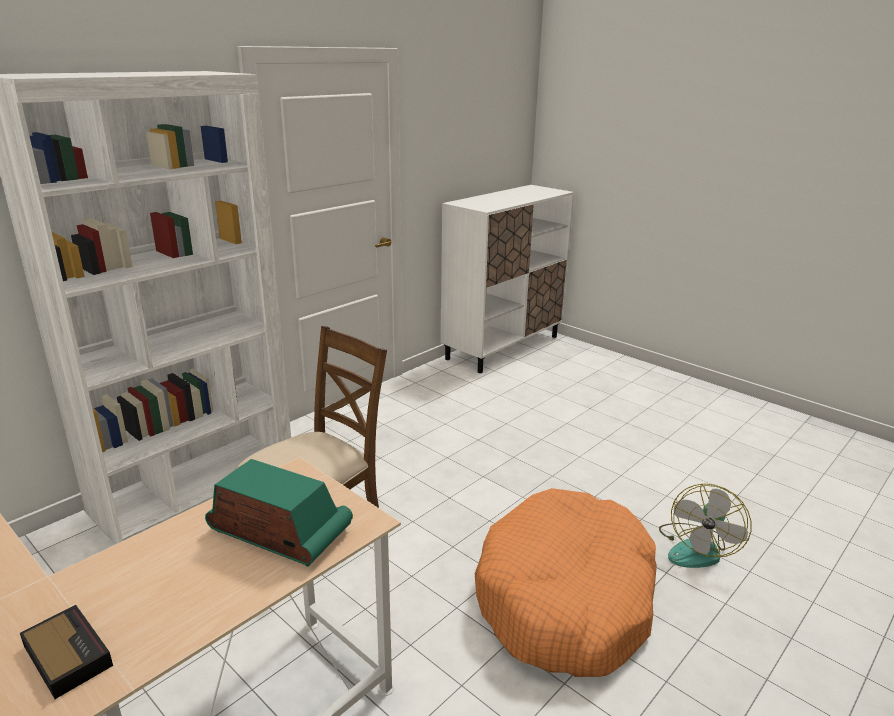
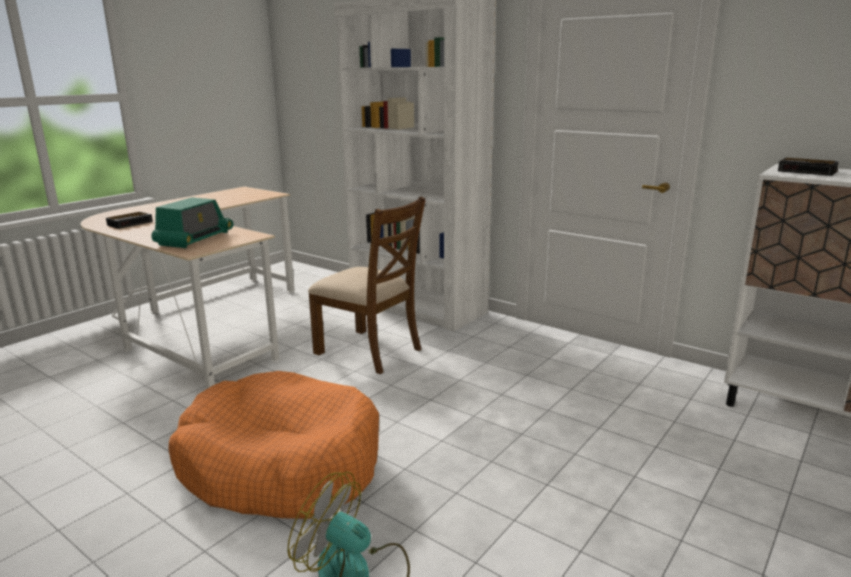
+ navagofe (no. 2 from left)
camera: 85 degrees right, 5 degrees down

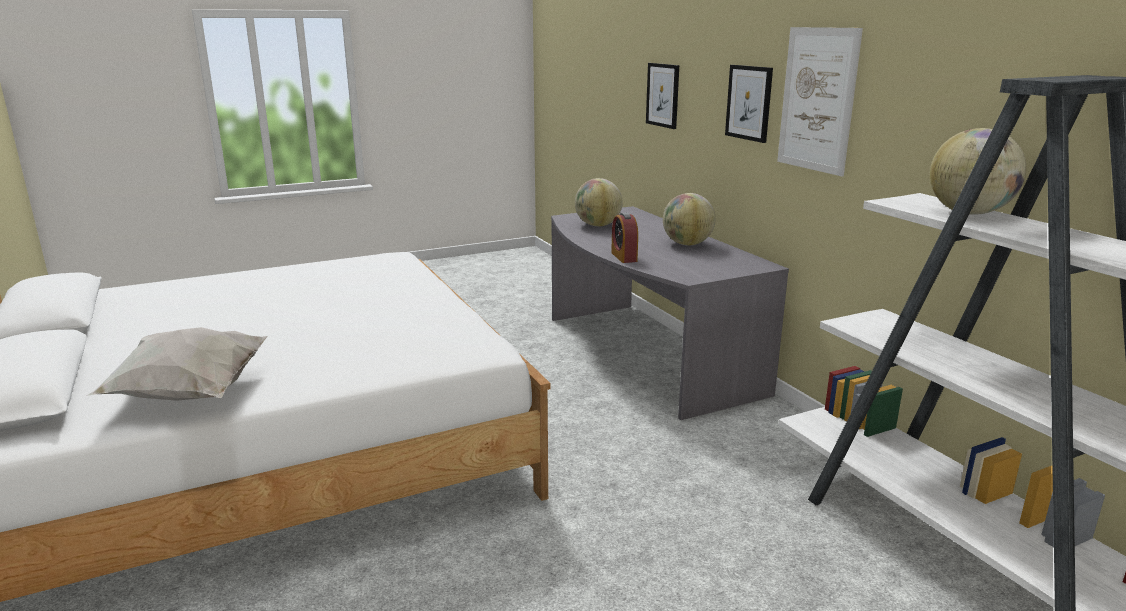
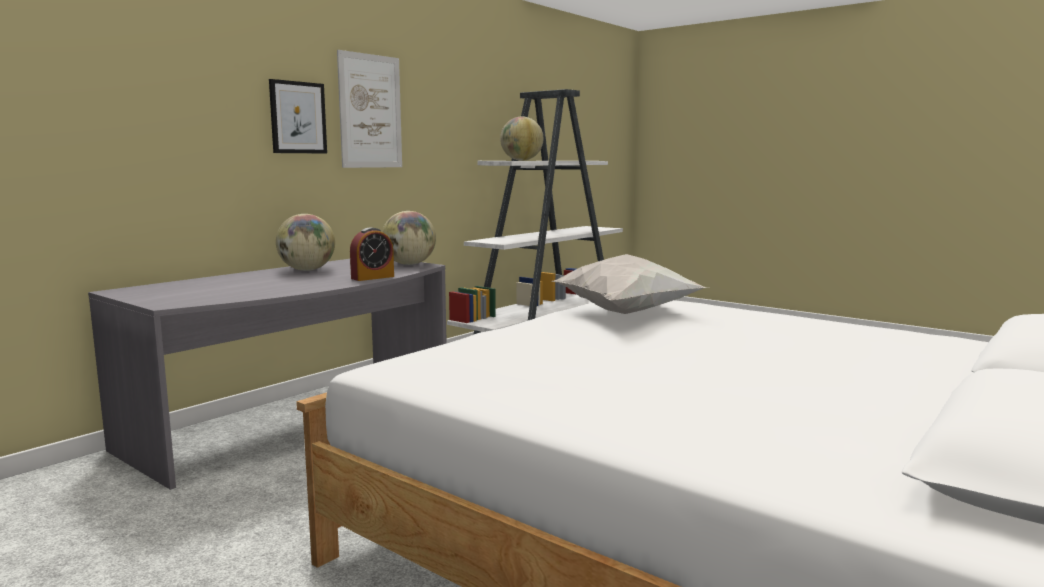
- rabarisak (no. 1 from left)
~ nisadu (no. 1 from left in the first image) to nisadu (no. 2 from left)
~ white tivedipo
camera: 115 degrees left, 10 degrees down

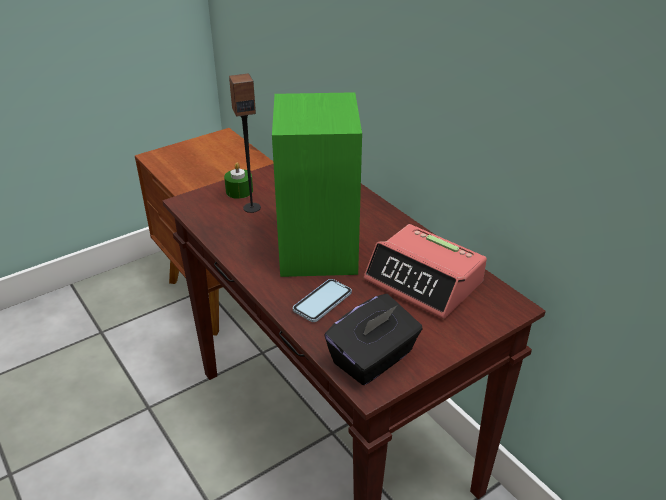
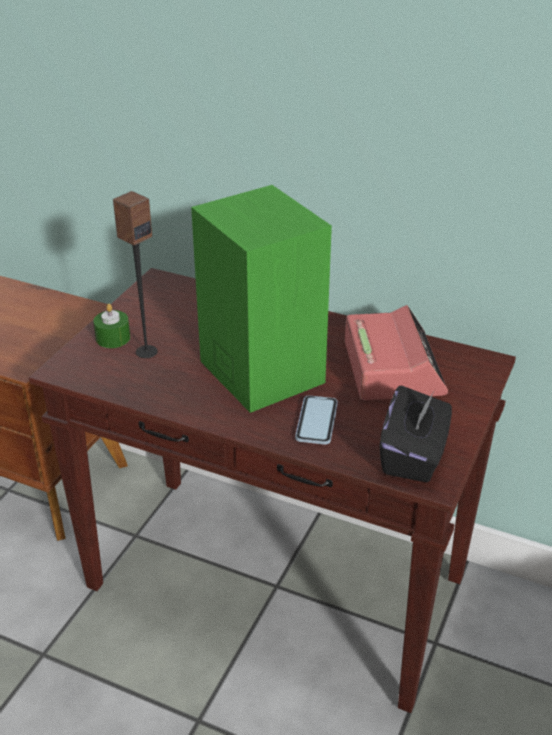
~ navagofe 105 degrees counterclockwise
camera: 30 degrees left, 0 degrees up

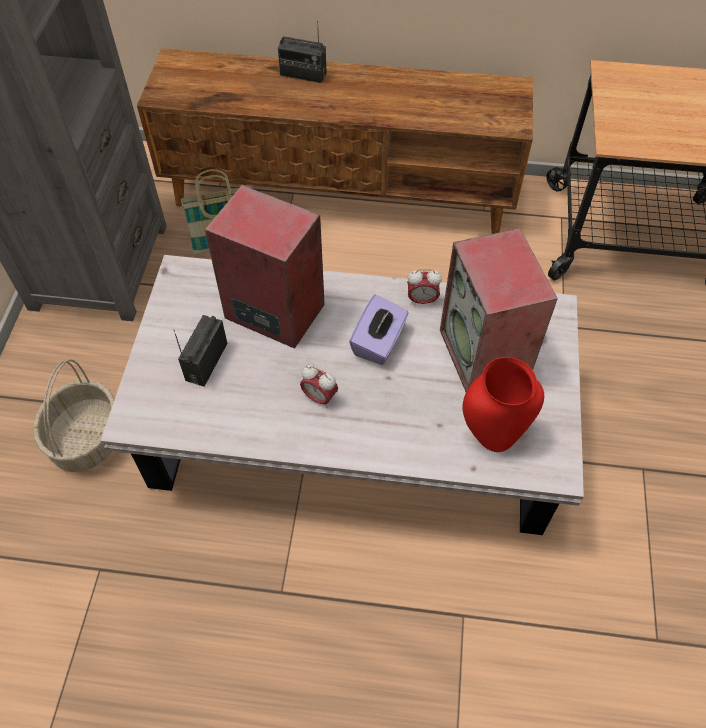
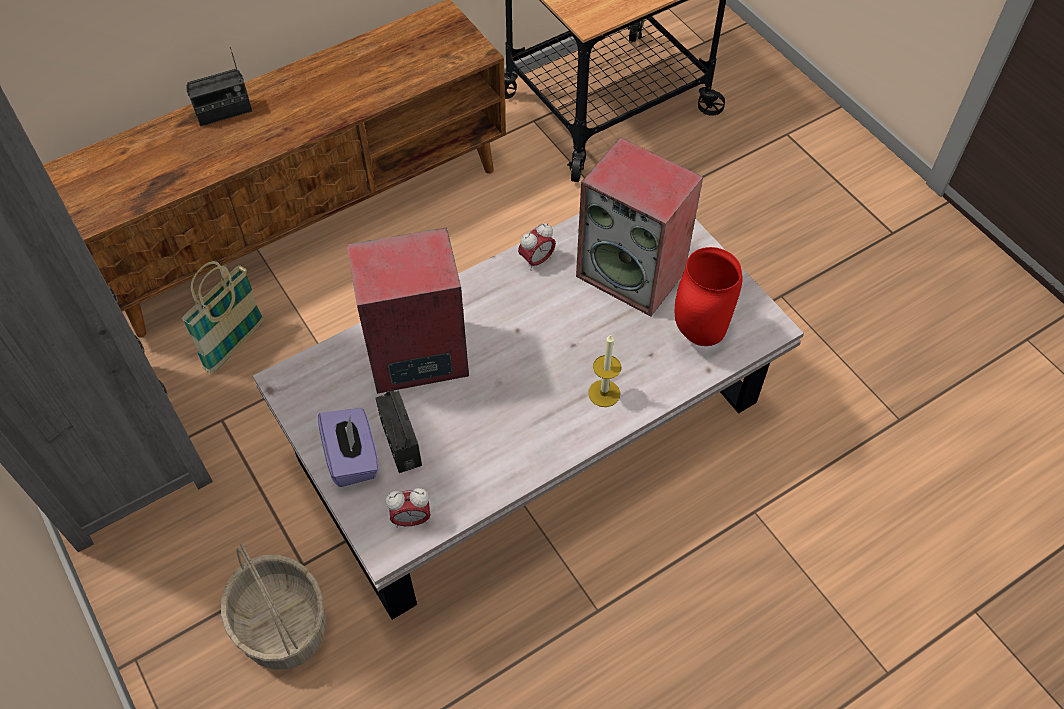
~ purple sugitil
~ navagofe (no. 1 from left)
+ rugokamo
camera: 40 degrees left, 0 degrees up

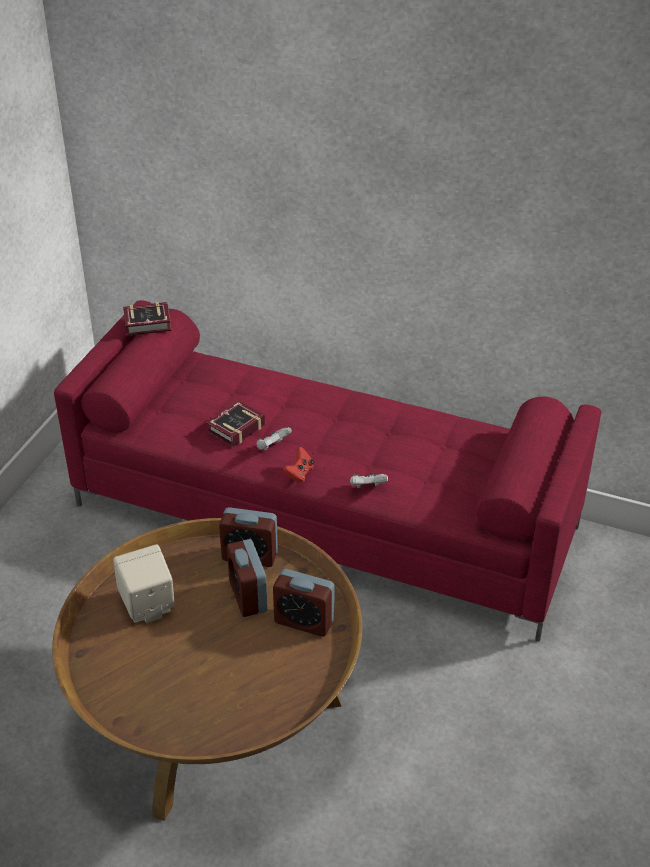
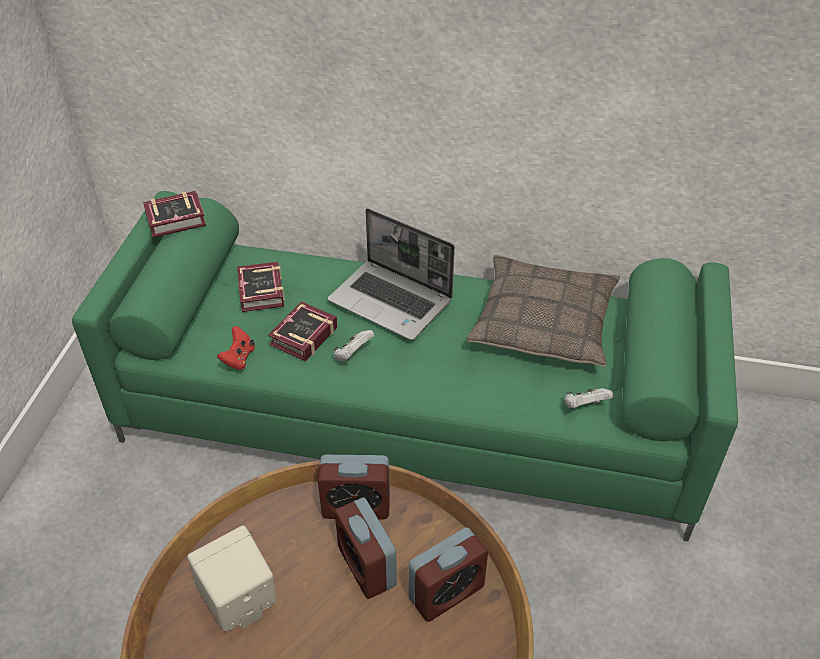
~ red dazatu to green dazatu
~ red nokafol
~ white nokafol (no. 2 from left)
~ navagofe (no. 3 from left) 45 degrees counterclockwise
+ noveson
+ tivedipo
+ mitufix (no. 2 from left)
camera: 10 degrees left, 5 degrees up

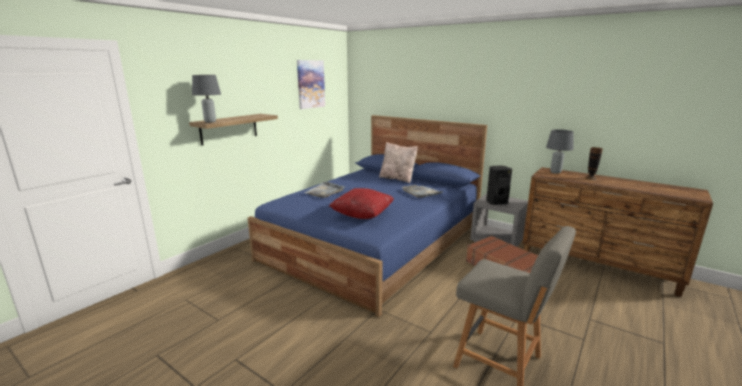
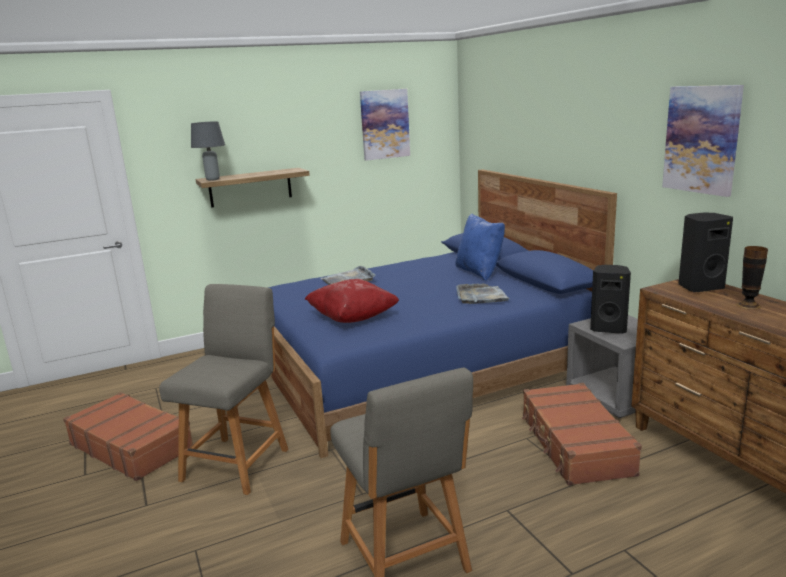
~ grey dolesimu (no. 2 from left) to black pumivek (no. 2 from left)
~ beige tivedipo to blue tivedipo
+ rabarisak (no. 2 from left)
+ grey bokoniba (no. 1 from left)
+ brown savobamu (no. 1 from left)
camera: 30 degrees right, 0 degrees up

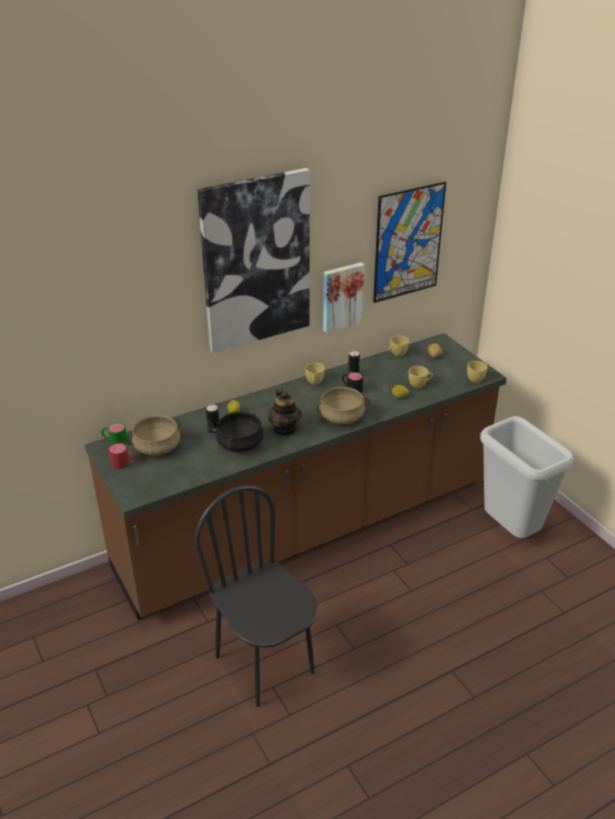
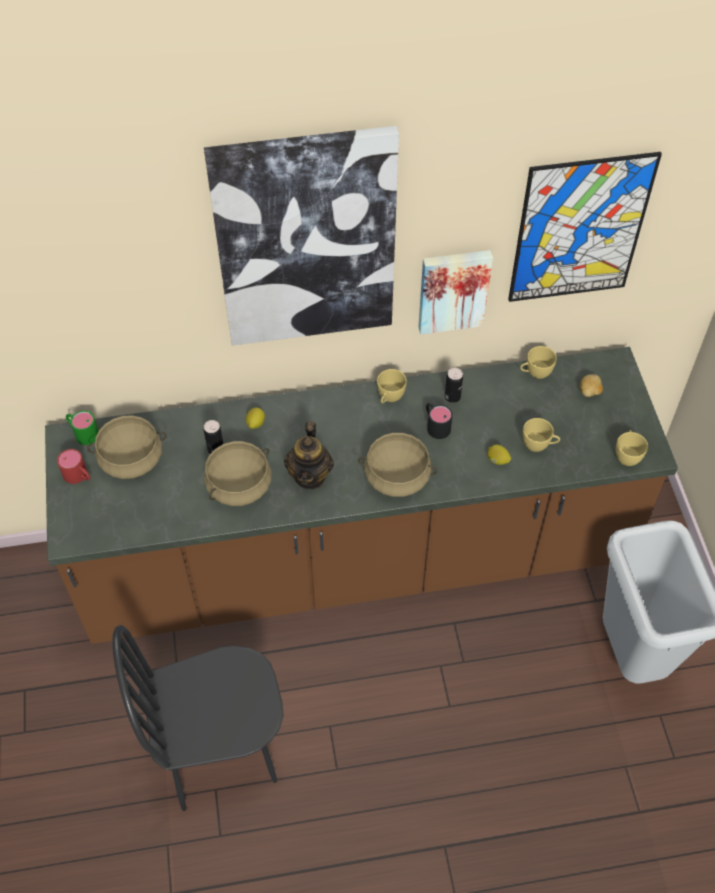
~ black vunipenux to beige vunipenux (no. 2 from left)
~ black bokoniba 90 degrees counterclockwise
camera: 20 degrees right, 20 degrees up

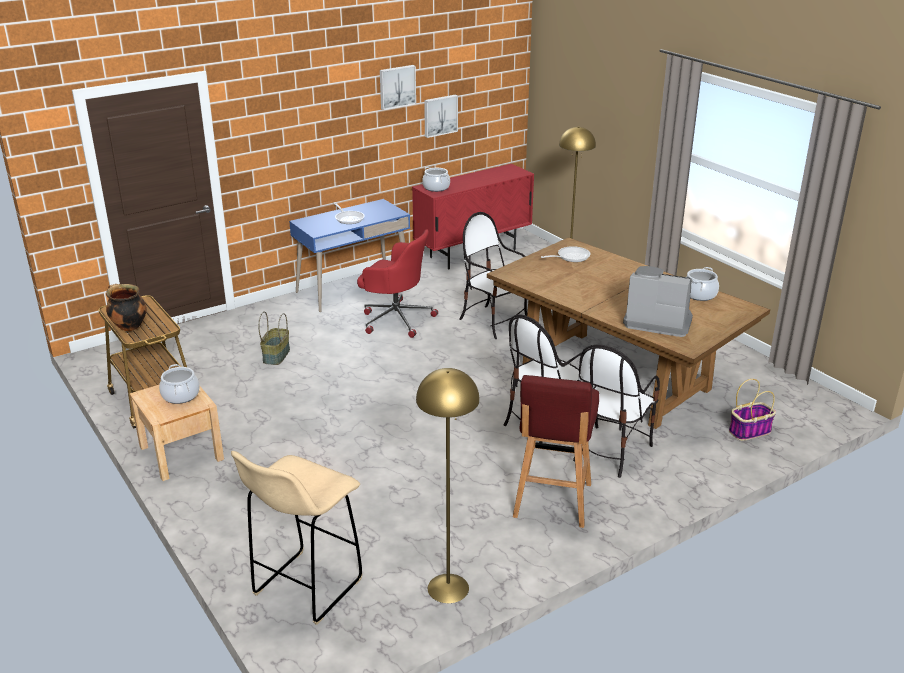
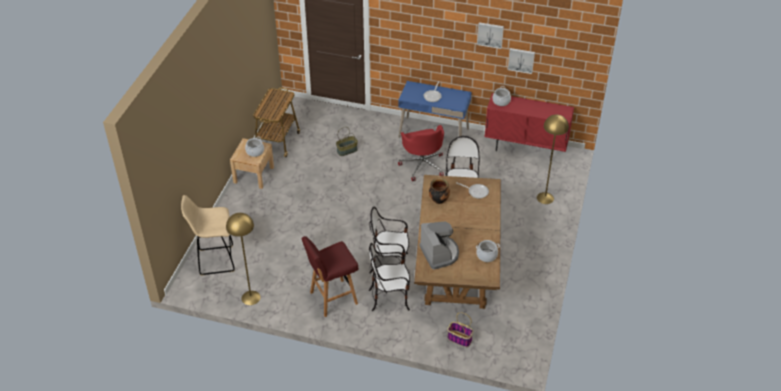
~ vunipenux (no. 1 from left in the first image) to vunipenux (no. 2 from left)
camera: 50 degrees right, 15 degrees up

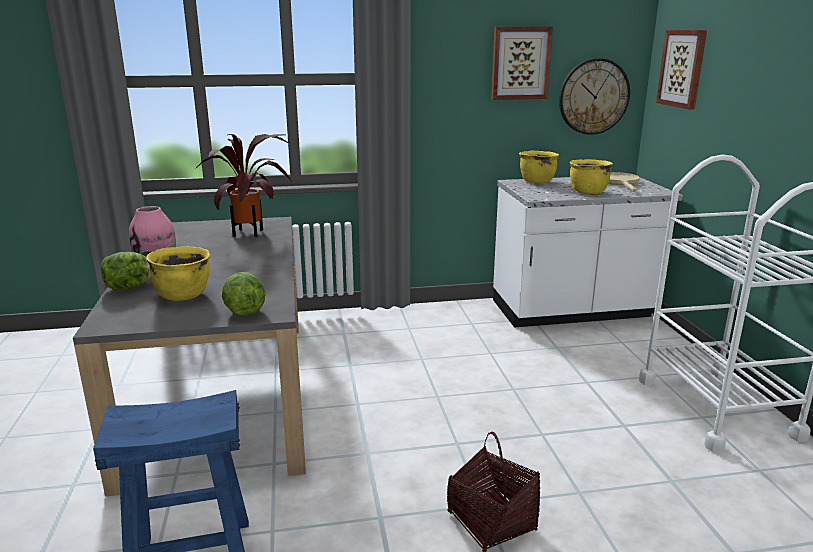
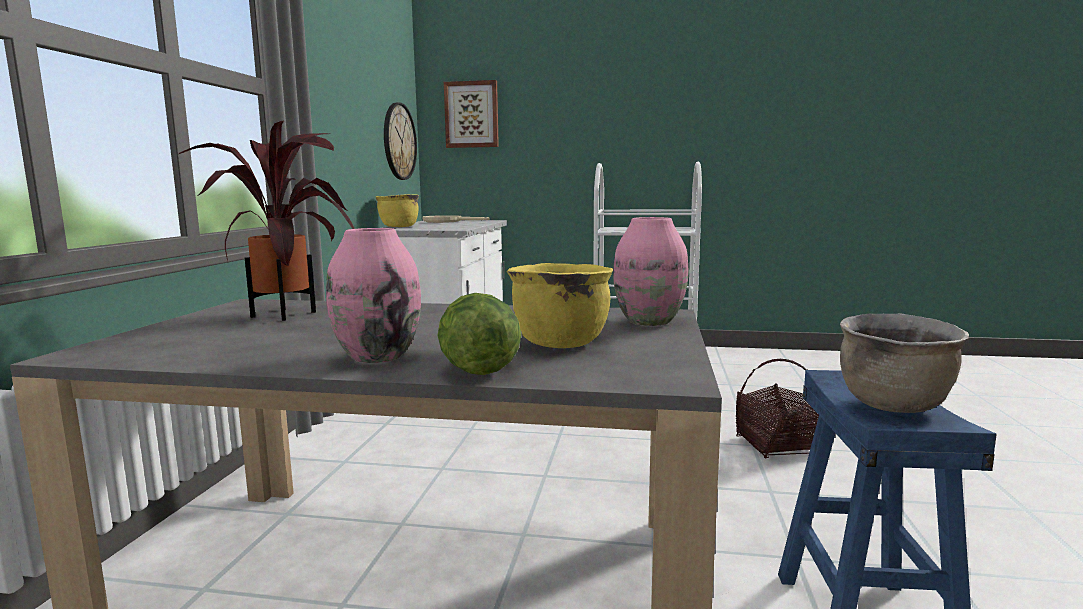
- rabarisak (no. 1 from left)
- yellow vunipenux (no. 3 from left)
~ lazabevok (no. 2 from left) to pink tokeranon (no. 2 from left)
+ brown vunipenux
camera: 70 degrees left, 10 degrees down

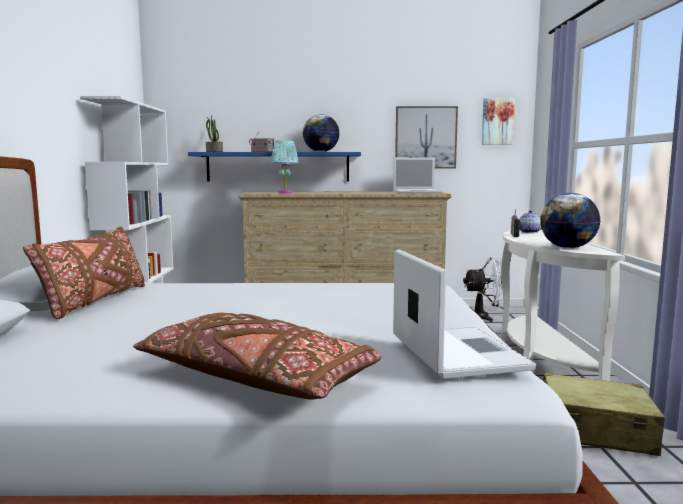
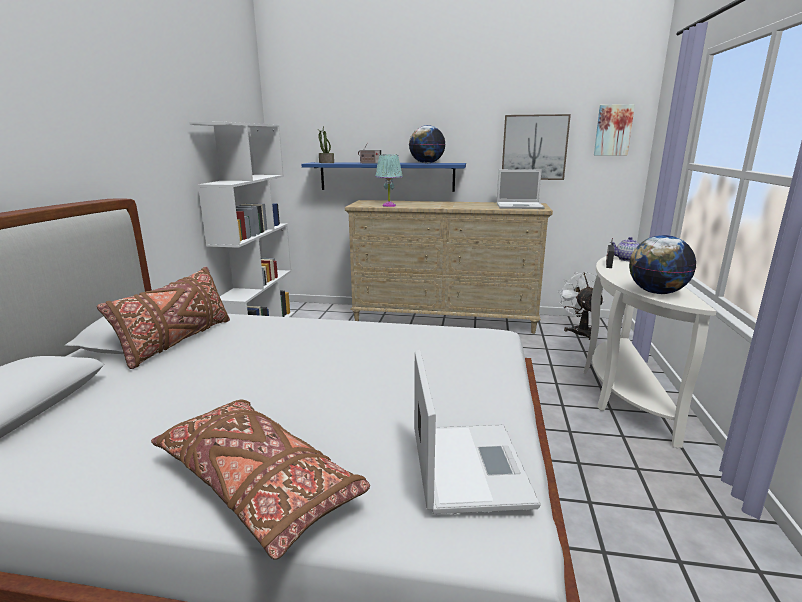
~ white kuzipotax 105 degrees counterclockwise
- beige savobamu
camera: 10 degrees right, 10 degrees up

